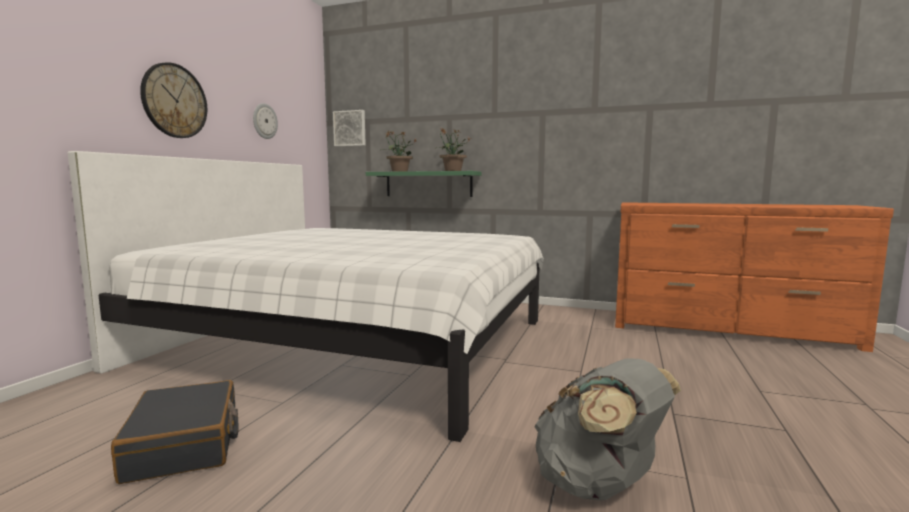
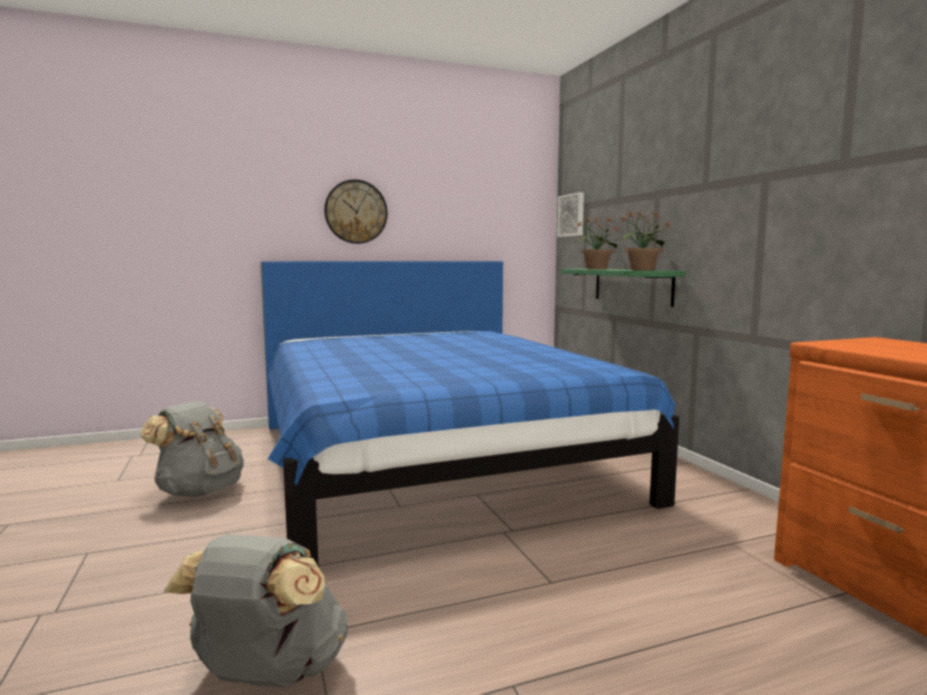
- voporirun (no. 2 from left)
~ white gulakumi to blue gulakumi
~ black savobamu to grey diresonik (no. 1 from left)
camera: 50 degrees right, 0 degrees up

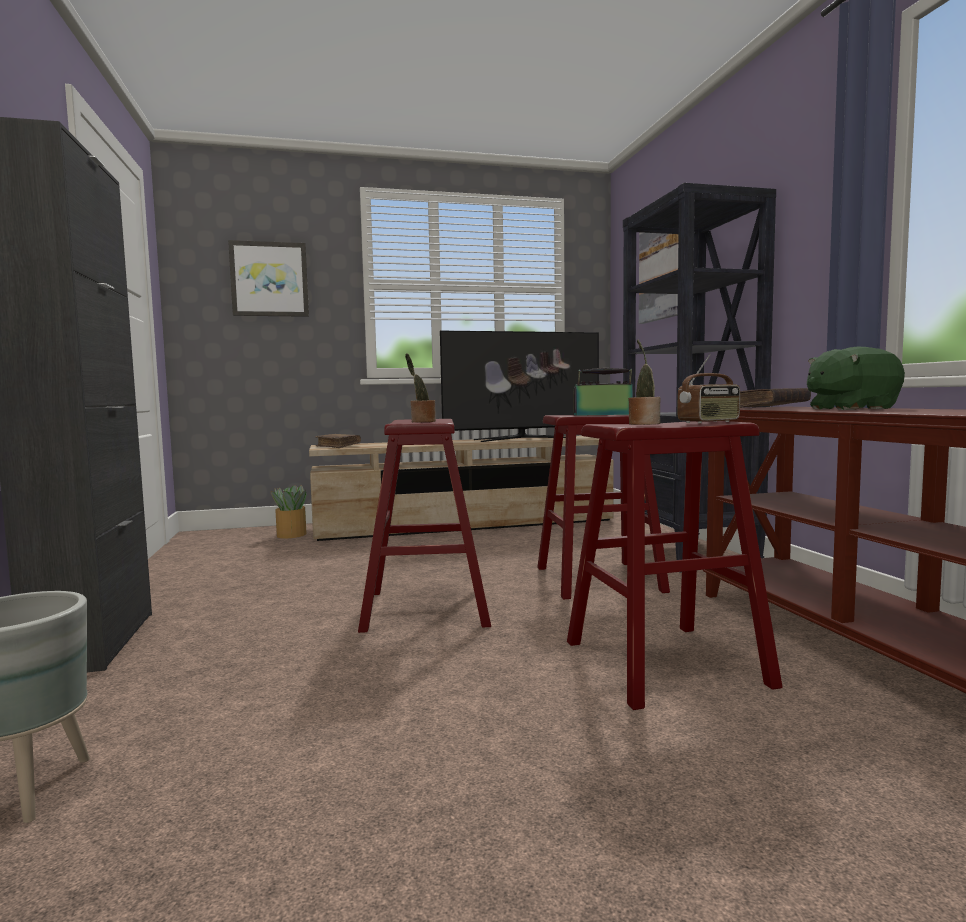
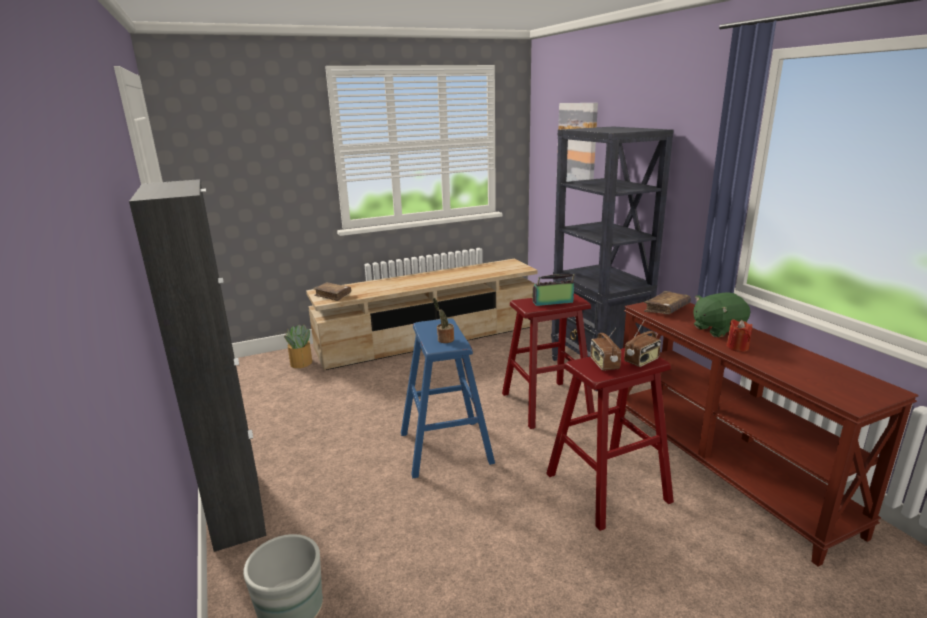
- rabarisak (no. 1 from left)
- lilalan
~ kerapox (no. 3 from left) to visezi (no. 2 from left)
~ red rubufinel (no. 1 from left) to blue rubufinel
+ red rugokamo
camera: 10 degrees left, 15 degrees up

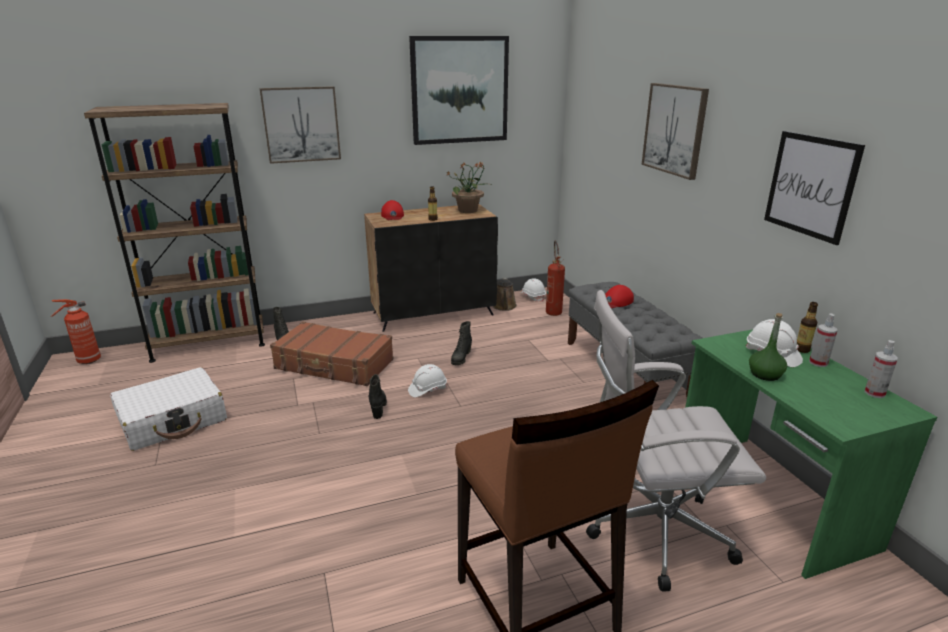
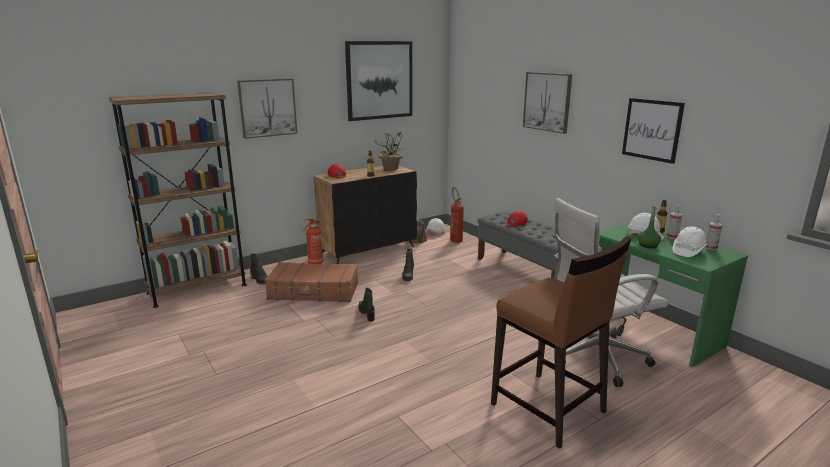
~ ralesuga (no. 1 from left)
~ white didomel (no. 1 from left in the first image) to white didomel (no. 3 from left)
- white savobamu
camera: 15 degrees left, 5 degrees down

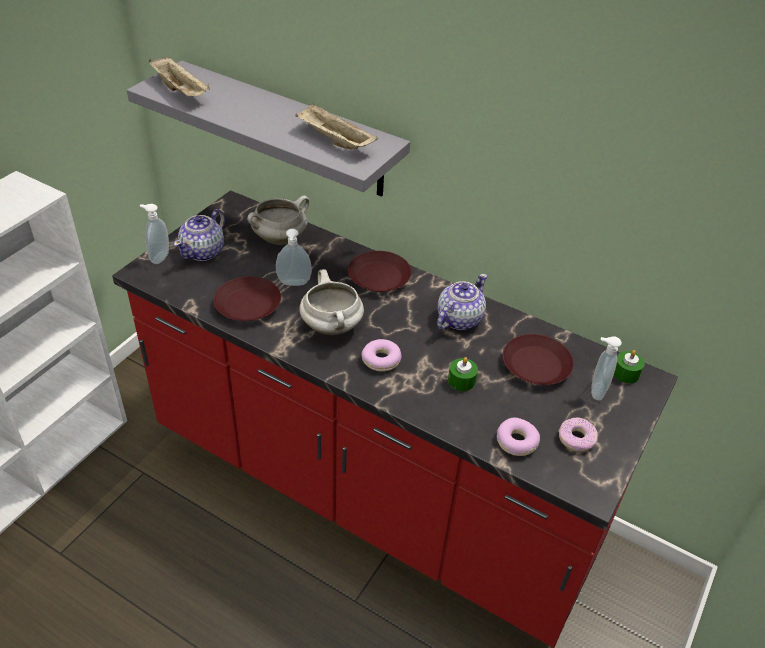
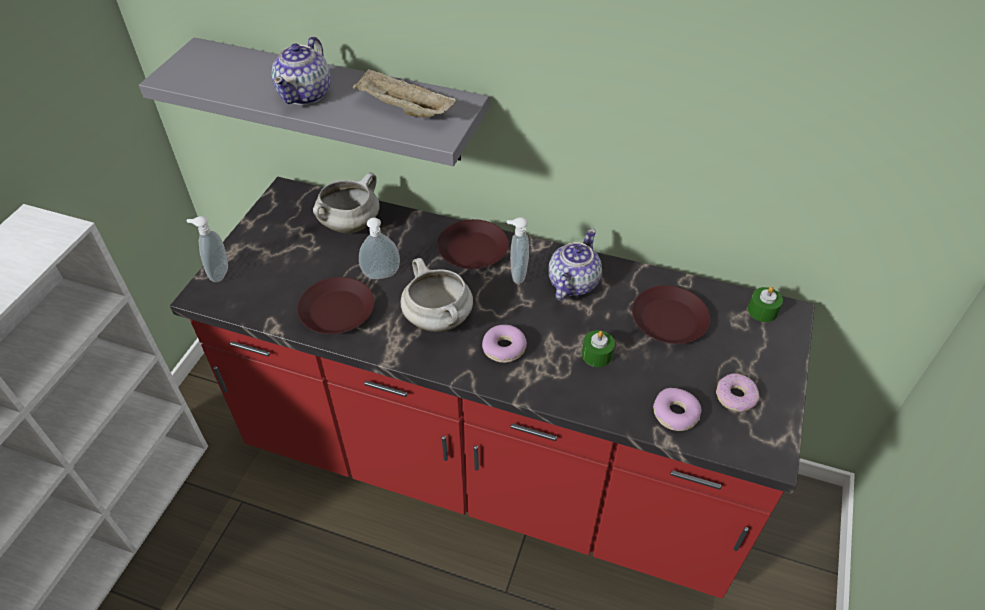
- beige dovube (no. 1 from left)
~ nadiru (no. 1 from left)
~ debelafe (no. 3 from left)
camera: 10 degrees left, 5 degrees up

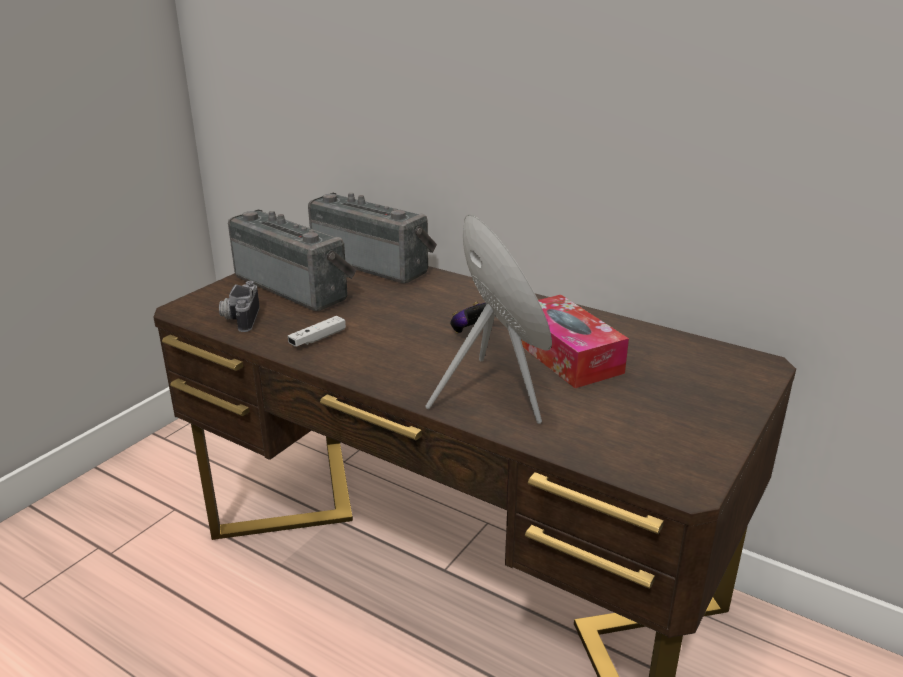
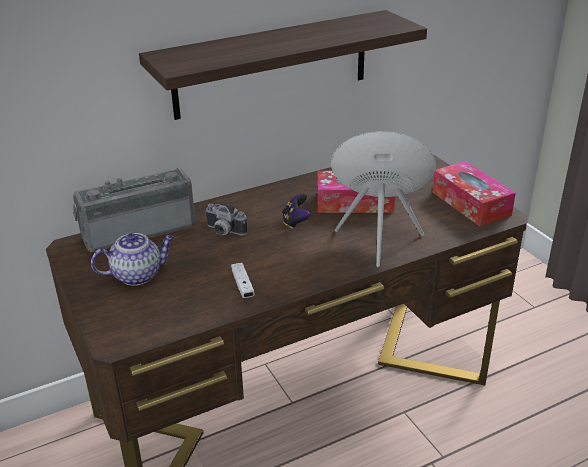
~ visezi (no. 1 from left) to nadiru
~ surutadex
+ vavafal
+ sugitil (no. 2 from left)
camera: 60 degrees left, 5 degrees up

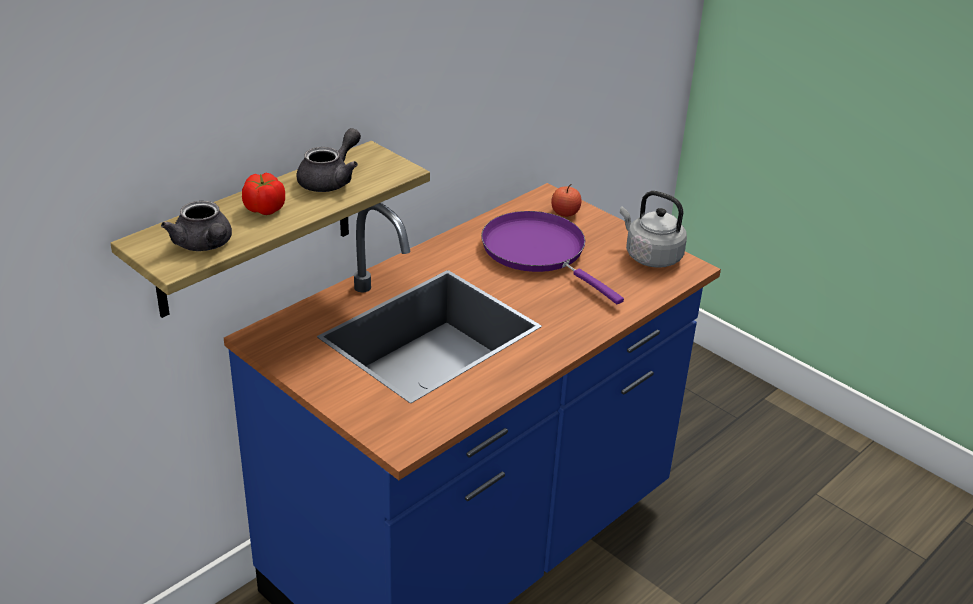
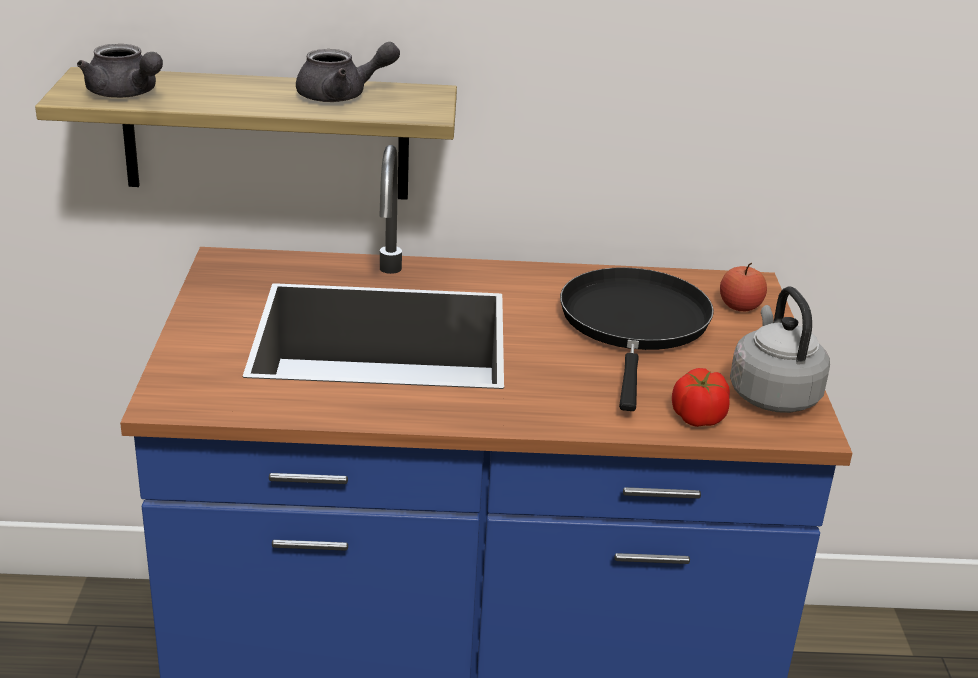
~ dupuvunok
~ grey nadiru (no. 1 from left) 60 degrees counterclockwise
~ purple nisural to black nisural
camera: 45 degrees right, 5 degrees down

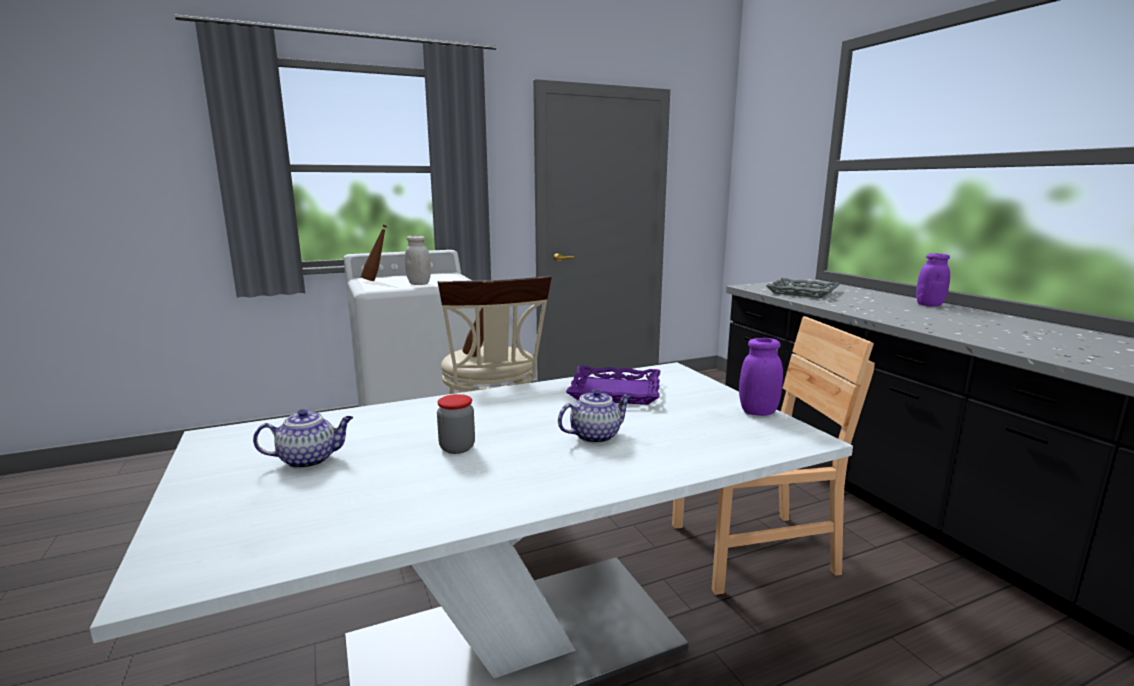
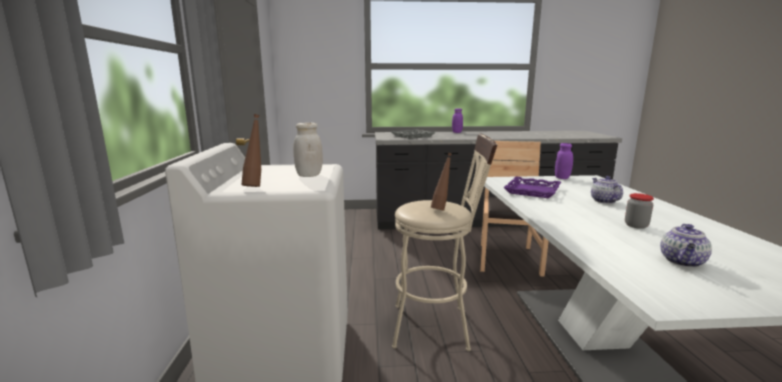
~ nadiru (no. 1 from left in the first image) 150 degrees counterclockwise
camera: 70 degrees left, 0 degrees up

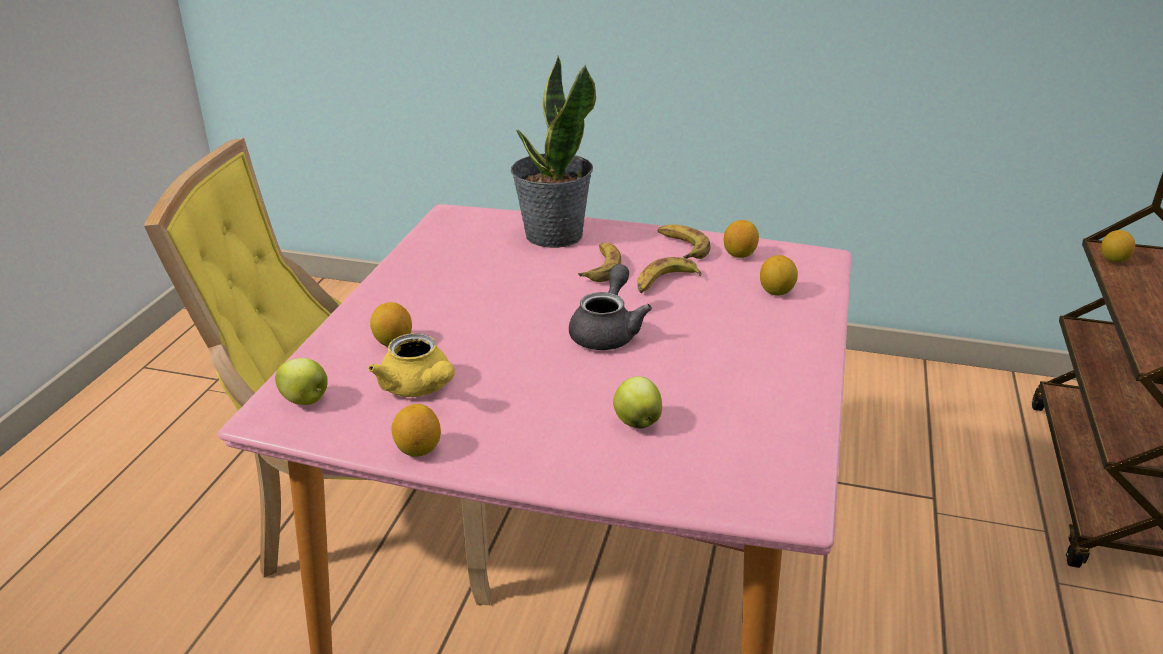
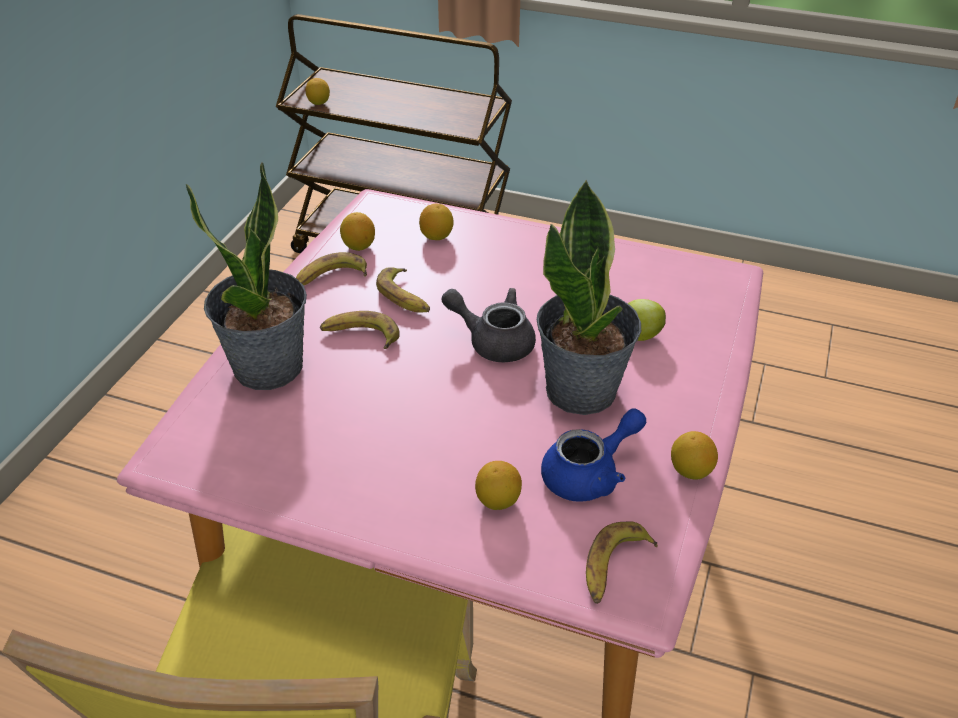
~ yellow nadiru to blue nadiru
~ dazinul (no. 1 from left) to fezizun (no. 4 from left)
+ kerapox (no. 2 from left)
camera: 85 degrees left, 10 degrees up

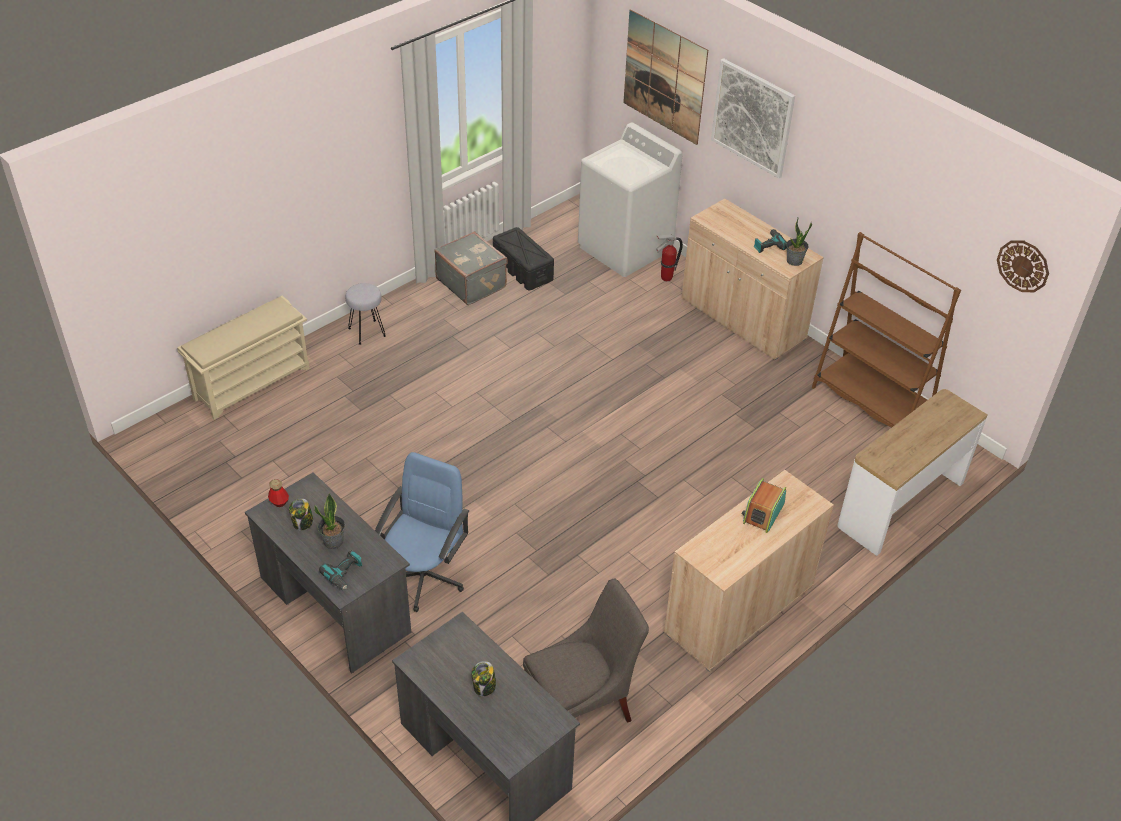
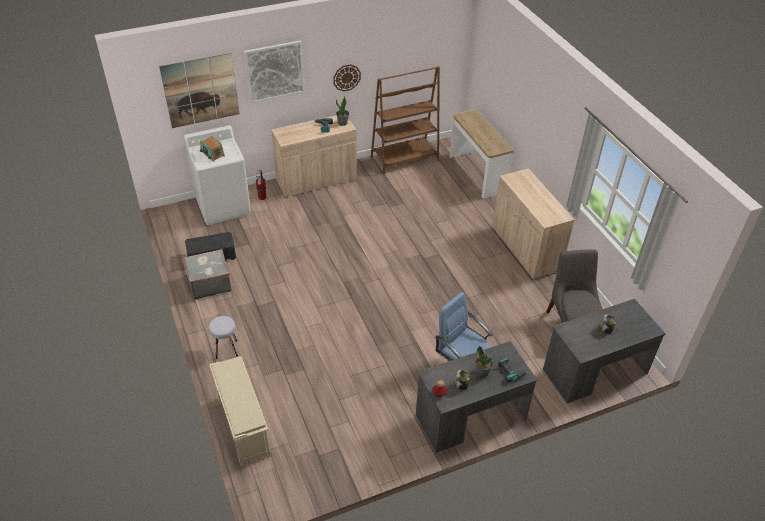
~ voporirun
~ visezi
camera: 70 degrees left, 0 degrees up

